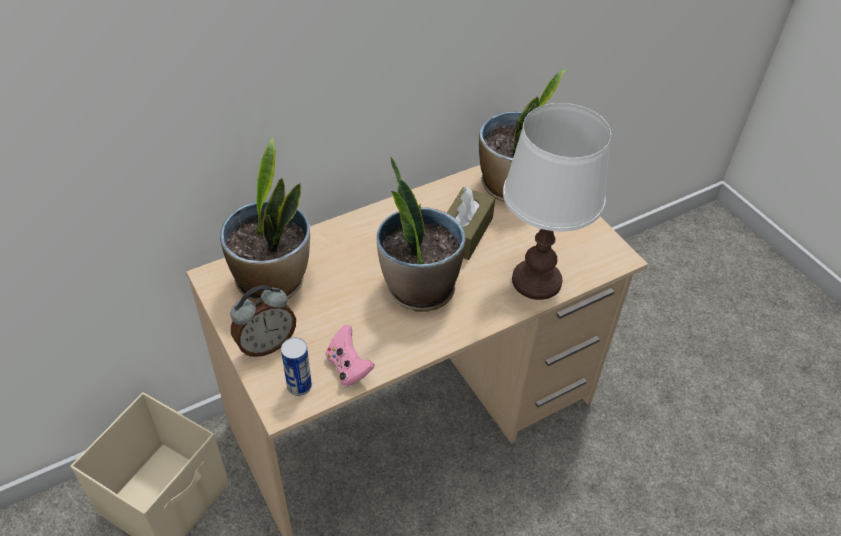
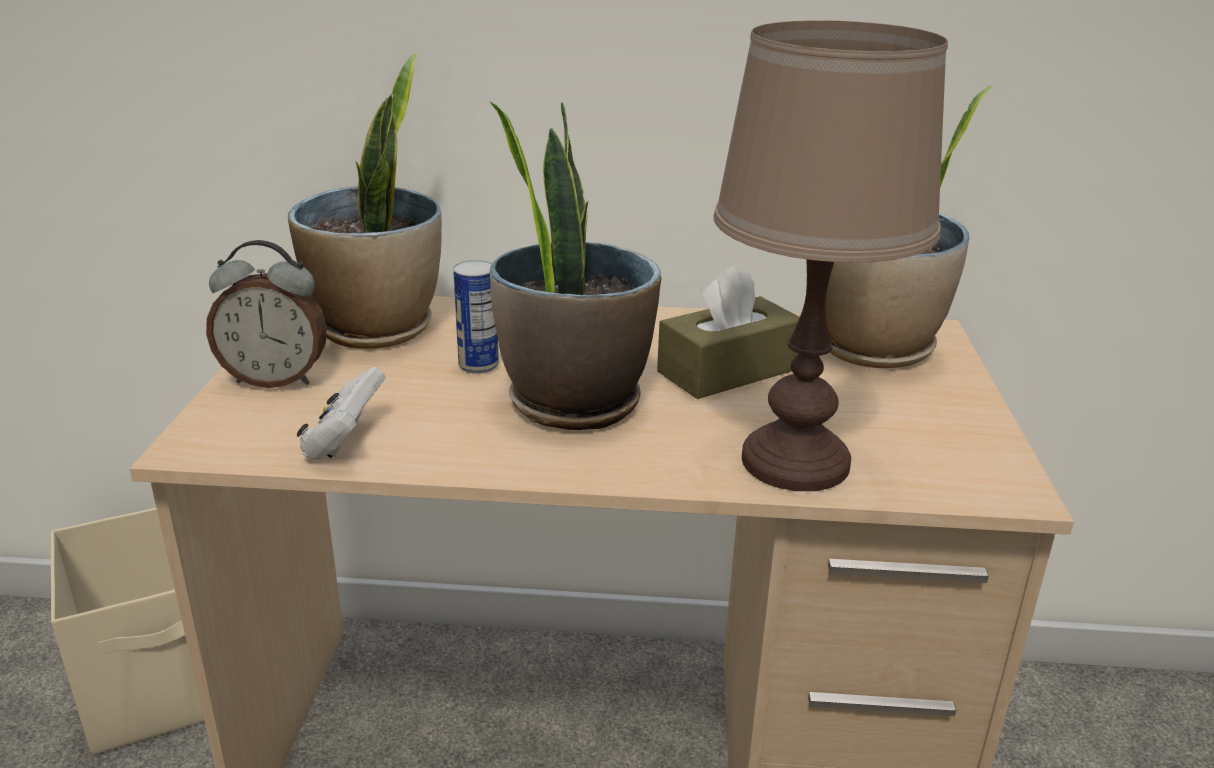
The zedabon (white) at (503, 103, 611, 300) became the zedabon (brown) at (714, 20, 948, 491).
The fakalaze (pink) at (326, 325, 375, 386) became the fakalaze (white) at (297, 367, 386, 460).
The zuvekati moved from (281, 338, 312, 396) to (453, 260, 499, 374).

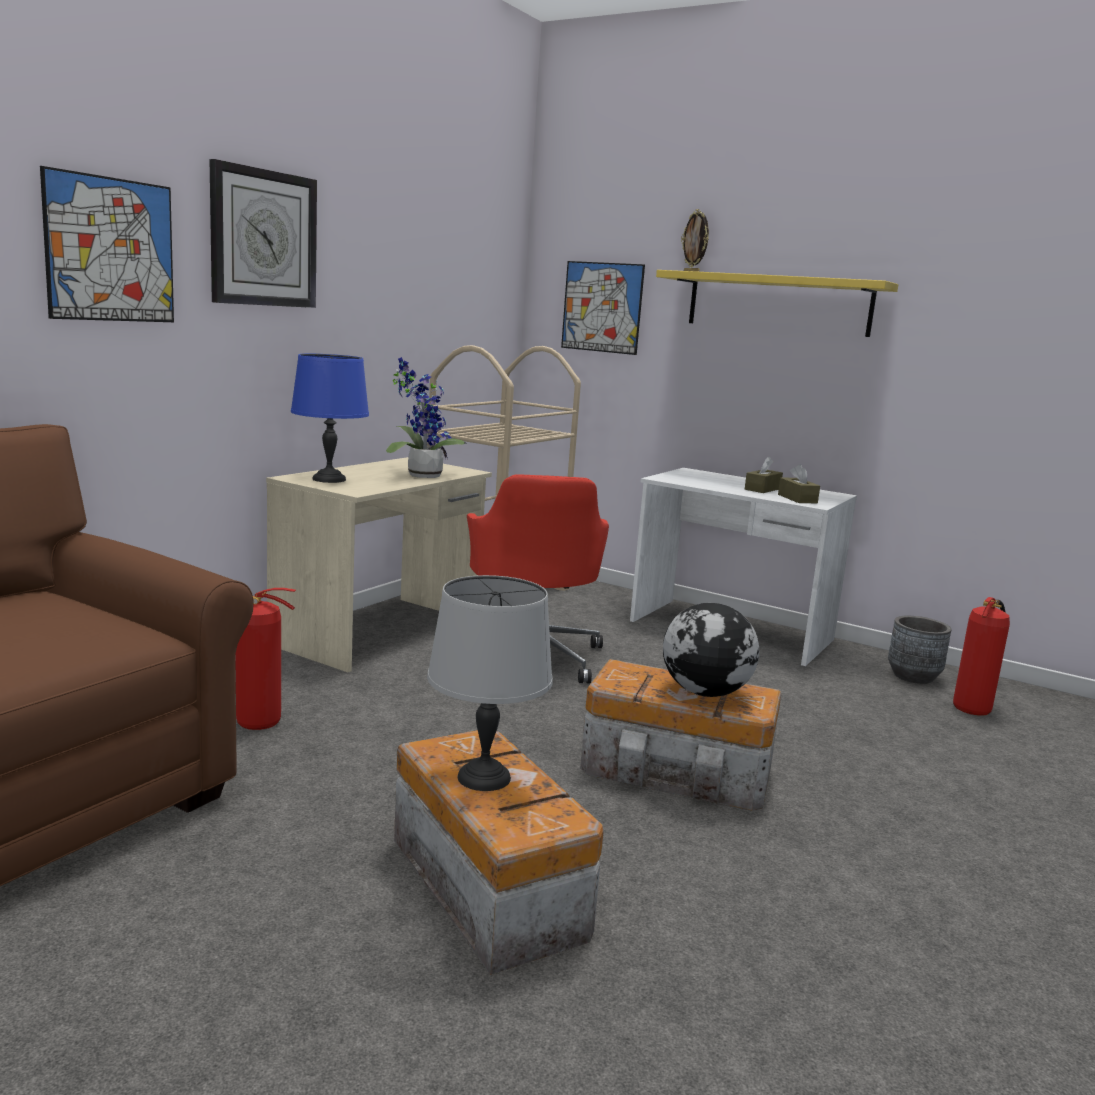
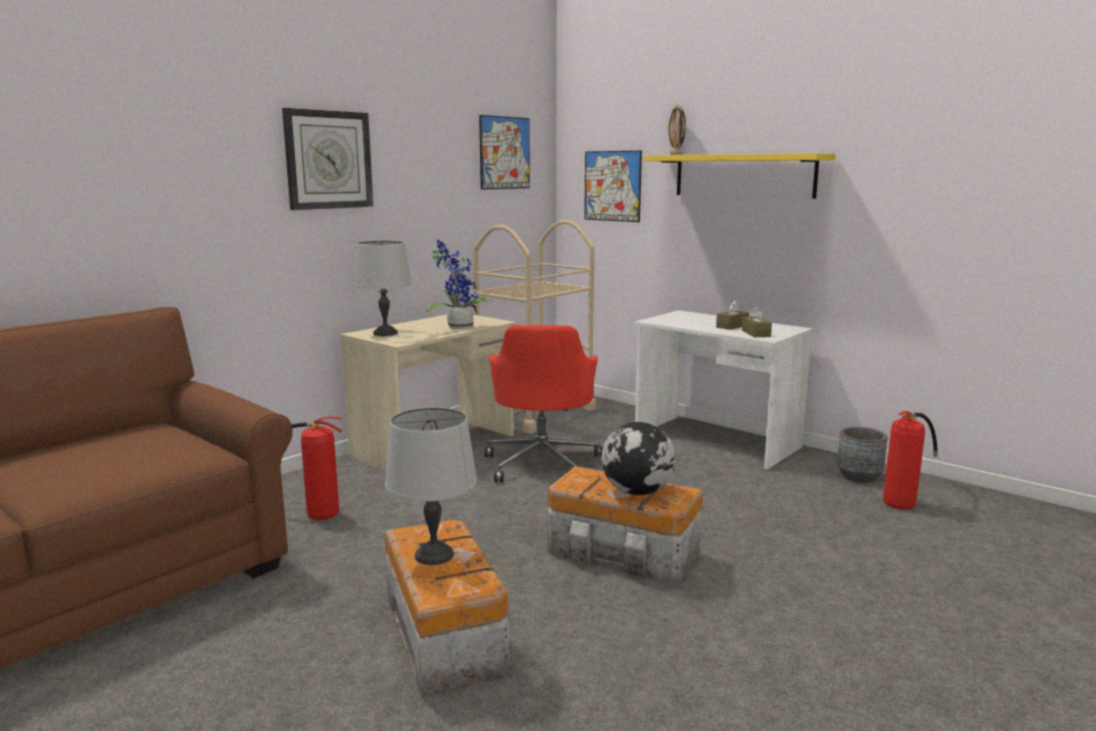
The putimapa moved from (40, 166, 174, 322) to (479, 115, 530, 190).
The zedabon (blue) at (291, 354, 369, 483) became the zedabon (grey) at (354, 240, 412, 336).

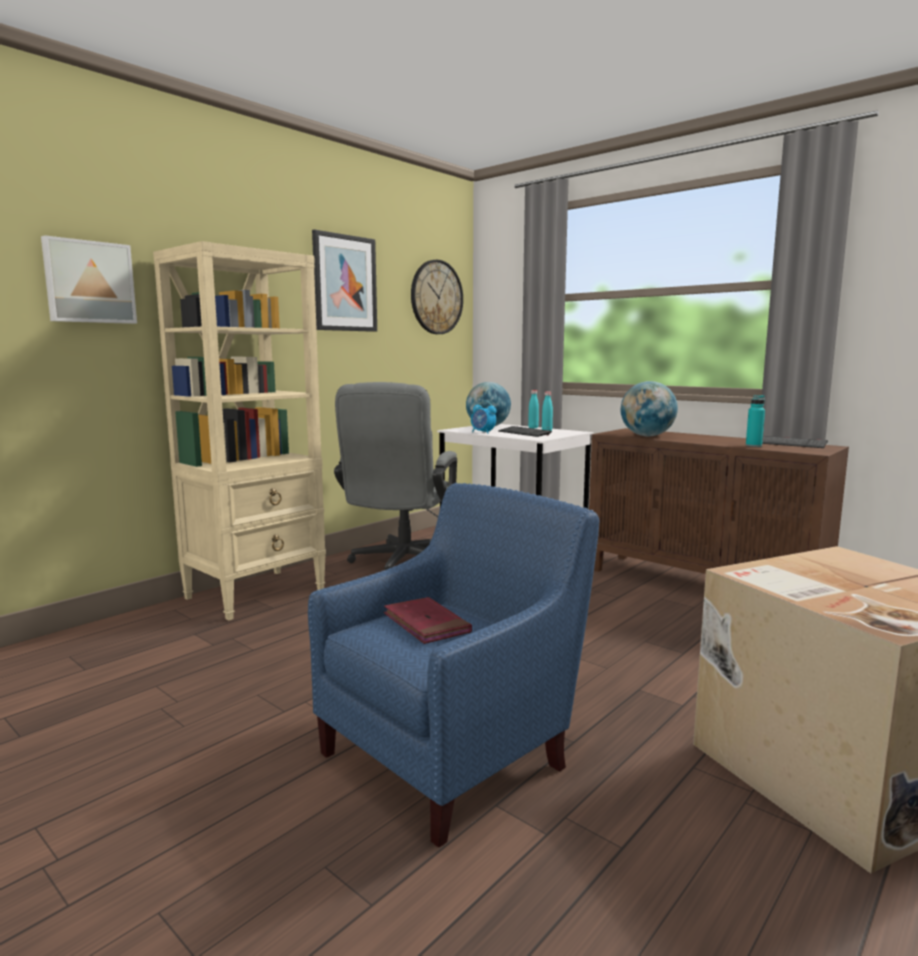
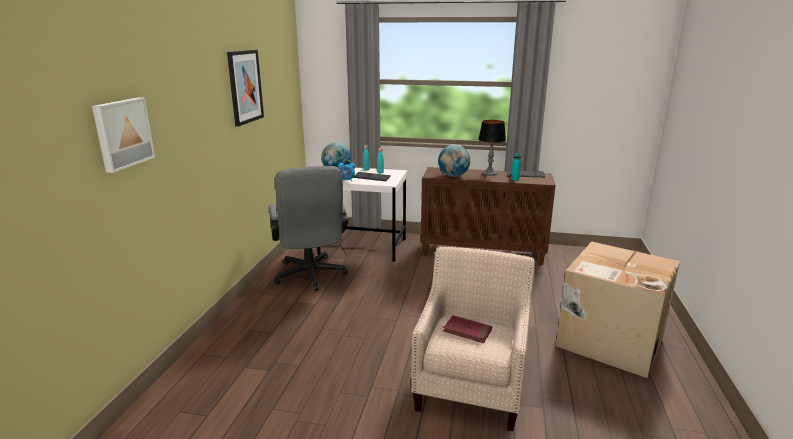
The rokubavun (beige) at (153, 241, 326, 621) disappeared.
The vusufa at (411, 260, 463, 334) disappeared.
The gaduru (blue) at (308, 483, 599, 848) became the gaduru (beige) at (411, 246, 535, 431).
The zedabon at (478, 120, 506, 176) appeared.

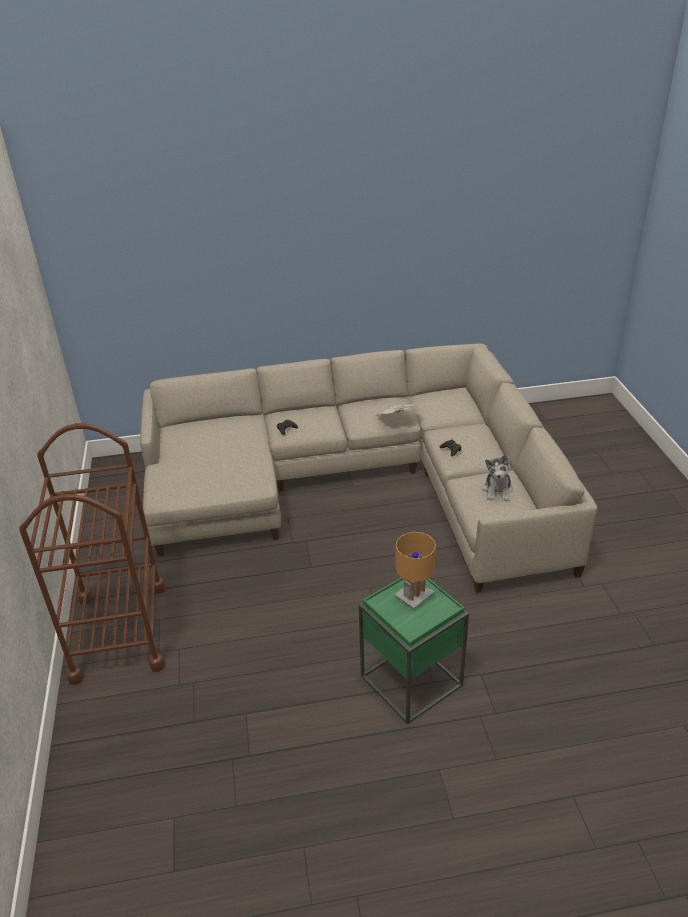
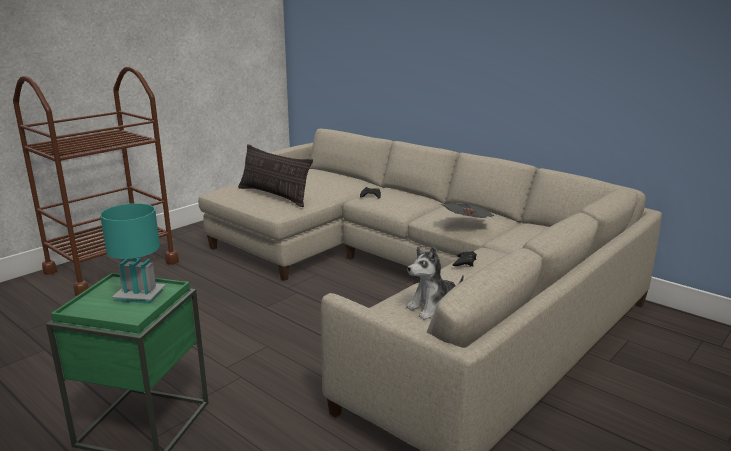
The zedabon (brown) at (394, 532, 436, 609) became the zedabon (turquoise) at (100, 203, 166, 304).
The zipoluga at (238, 144, 313, 207) appeared.

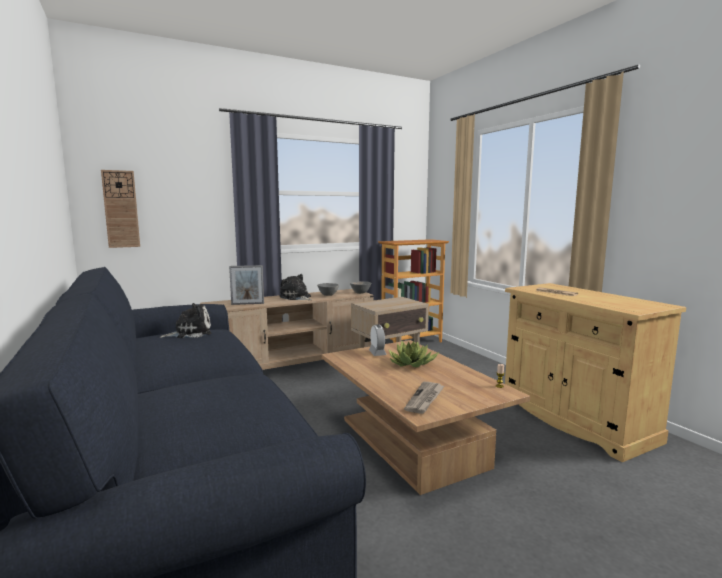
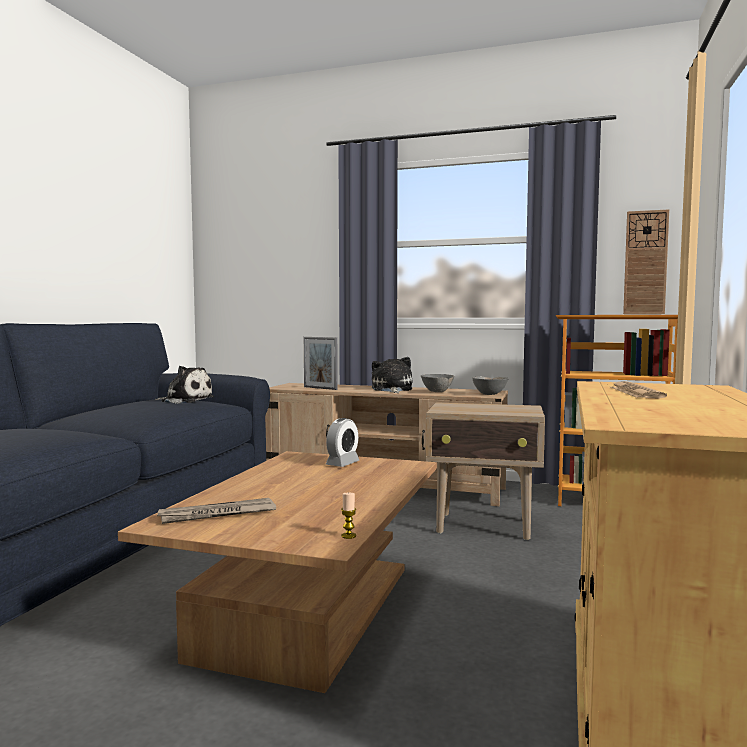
The vusufa moved from (101, 170, 140, 248) to (623, 209, 669, 314).
The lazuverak at (389, 341, 439, 367) disappeared.

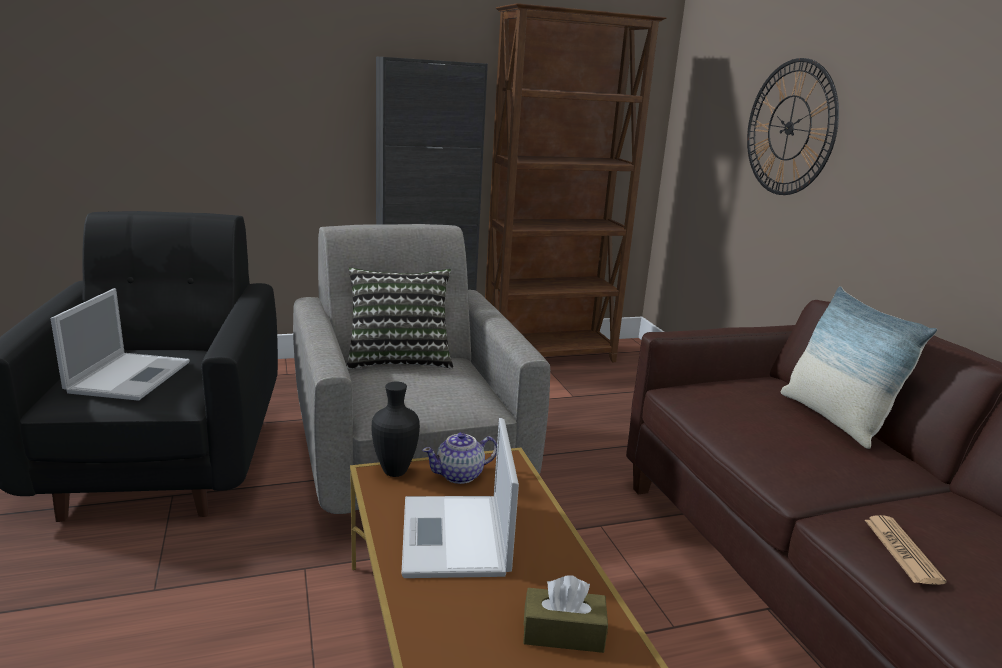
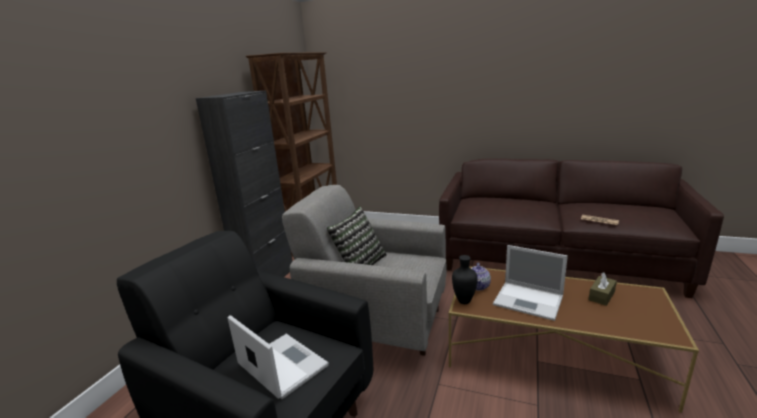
The vusufa at (747, 58, 839, 195) disappeared.
The zipoluga at (781, 286, 937, 449) disappeared.

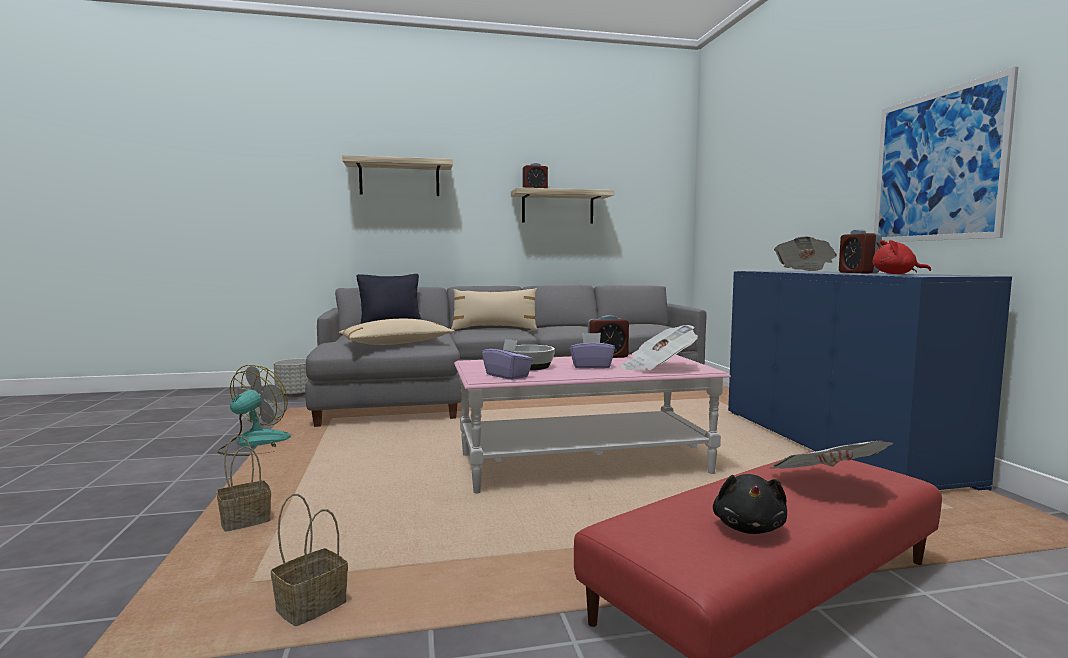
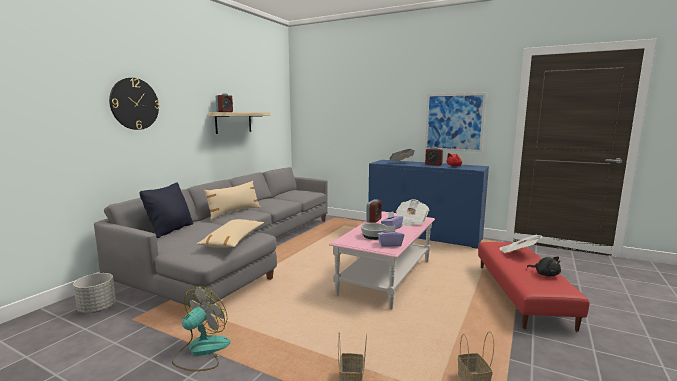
The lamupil at (342, 155, 453, 196) was replaced by the vusufa at (109, 78, 160, 130).
The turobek at (217, 365, 291, 456) turned 60 degrees clockwise.

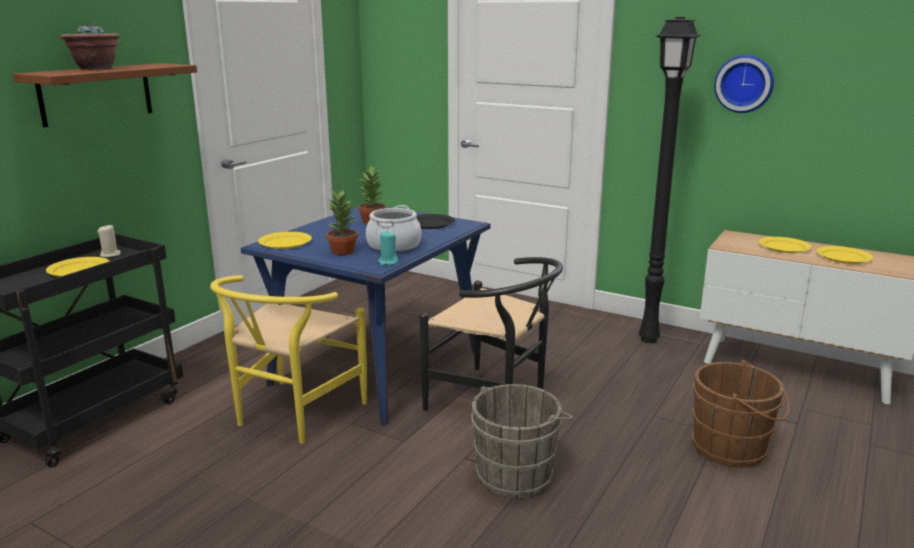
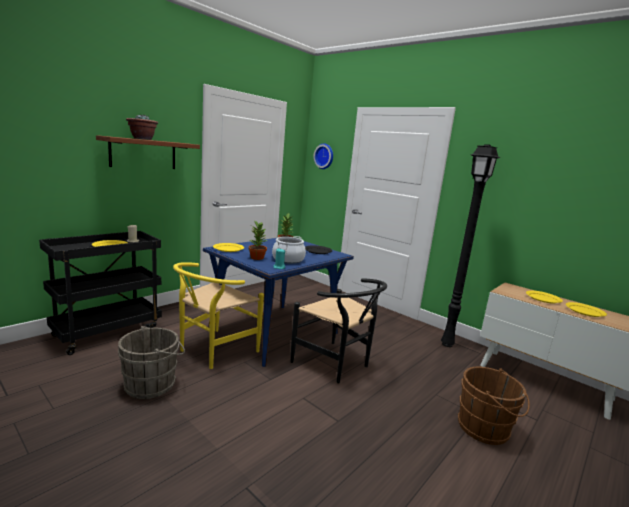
The vusufa moved from (714, 55, 774, 113) to (313, 143, 333, 169).
The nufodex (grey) moved from (471, 384, 573, 498) to (118, 326, 185, 399).

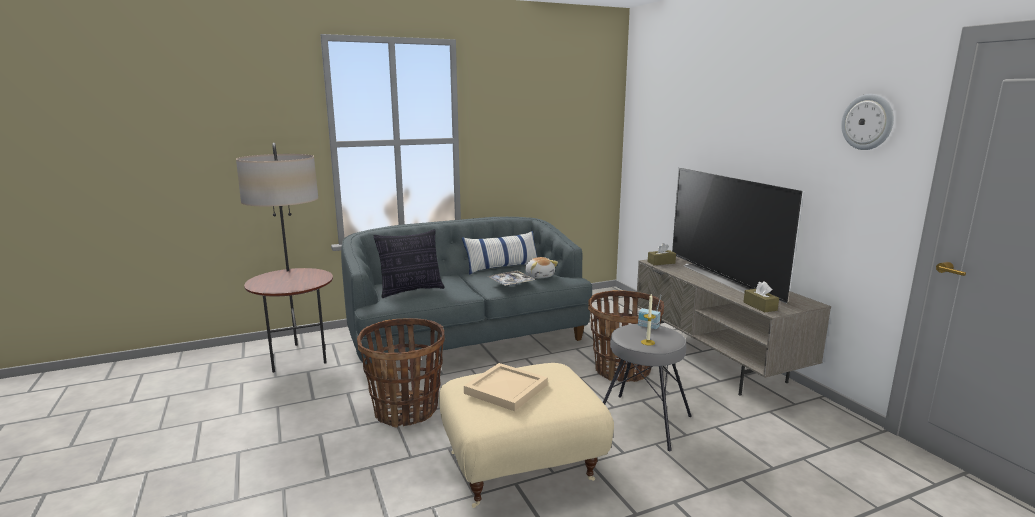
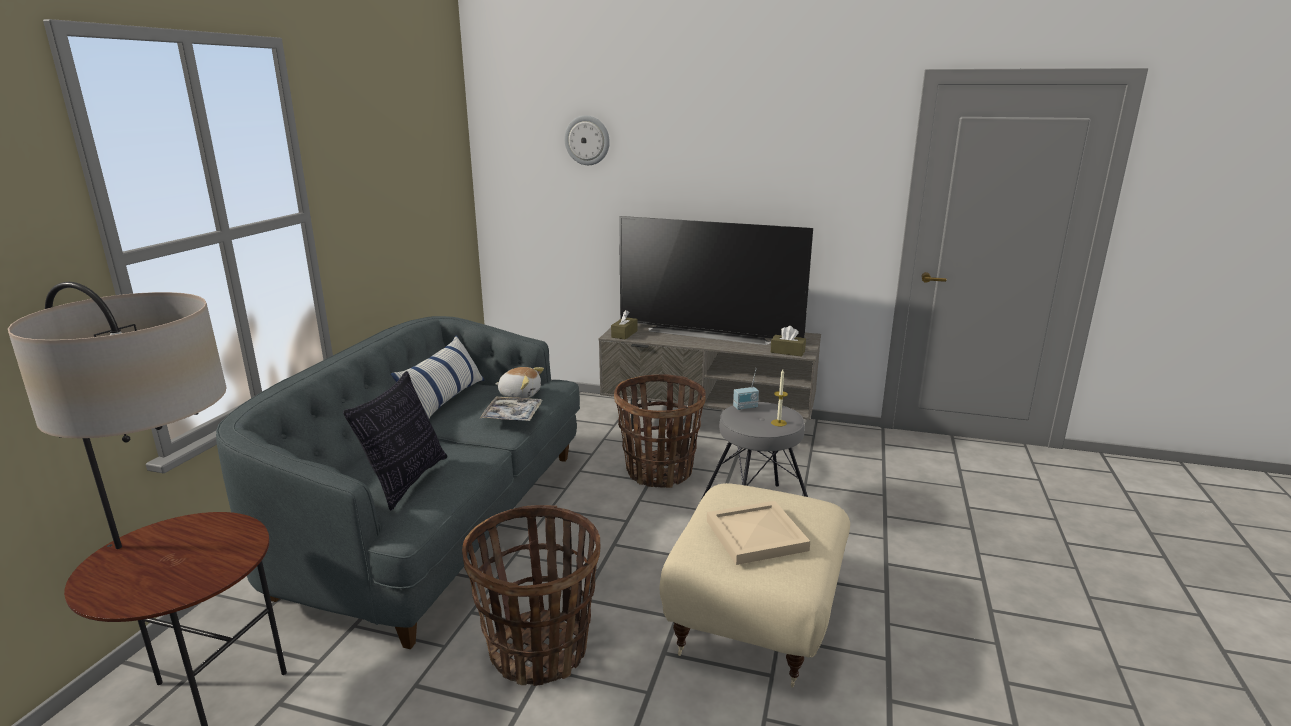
The vusufa moved from (841, 94, 894, 150) to (564, 115, 610, 165).

